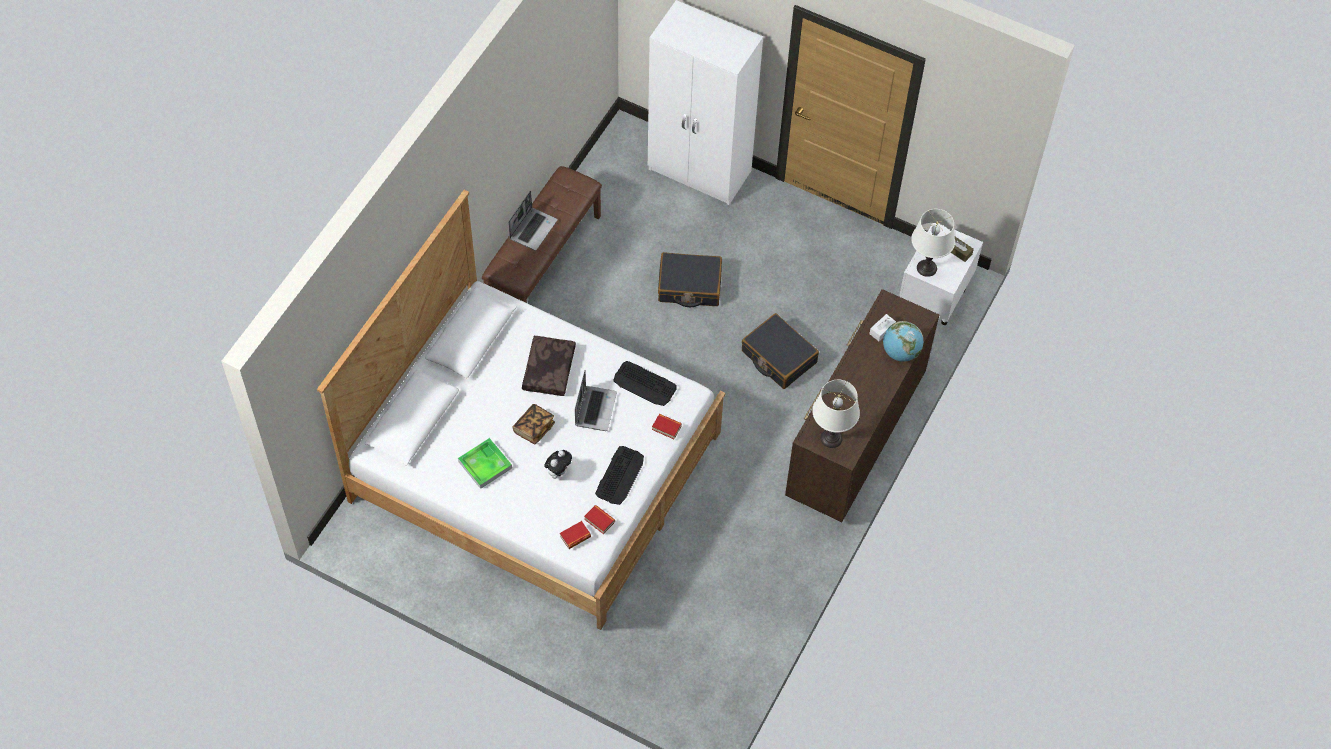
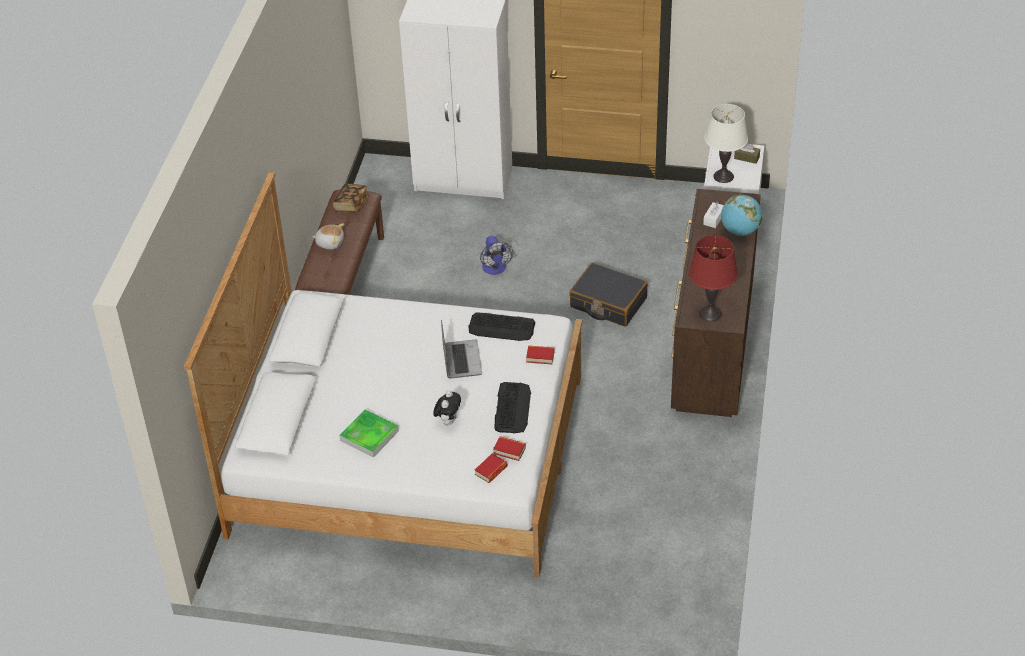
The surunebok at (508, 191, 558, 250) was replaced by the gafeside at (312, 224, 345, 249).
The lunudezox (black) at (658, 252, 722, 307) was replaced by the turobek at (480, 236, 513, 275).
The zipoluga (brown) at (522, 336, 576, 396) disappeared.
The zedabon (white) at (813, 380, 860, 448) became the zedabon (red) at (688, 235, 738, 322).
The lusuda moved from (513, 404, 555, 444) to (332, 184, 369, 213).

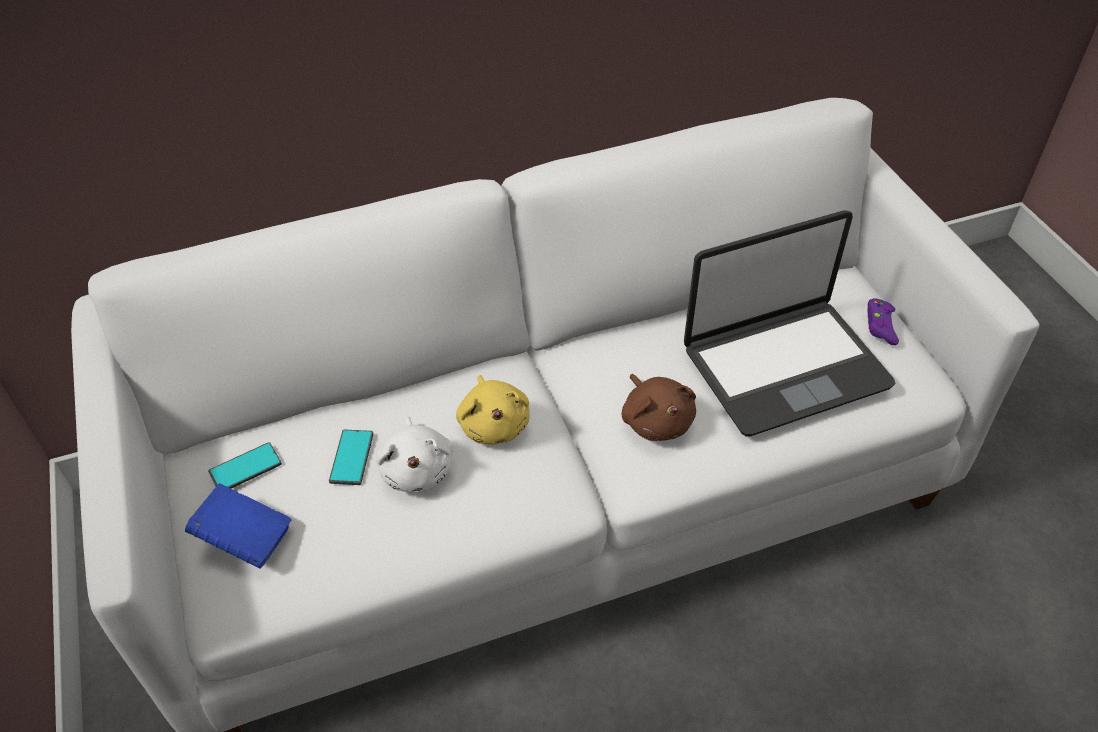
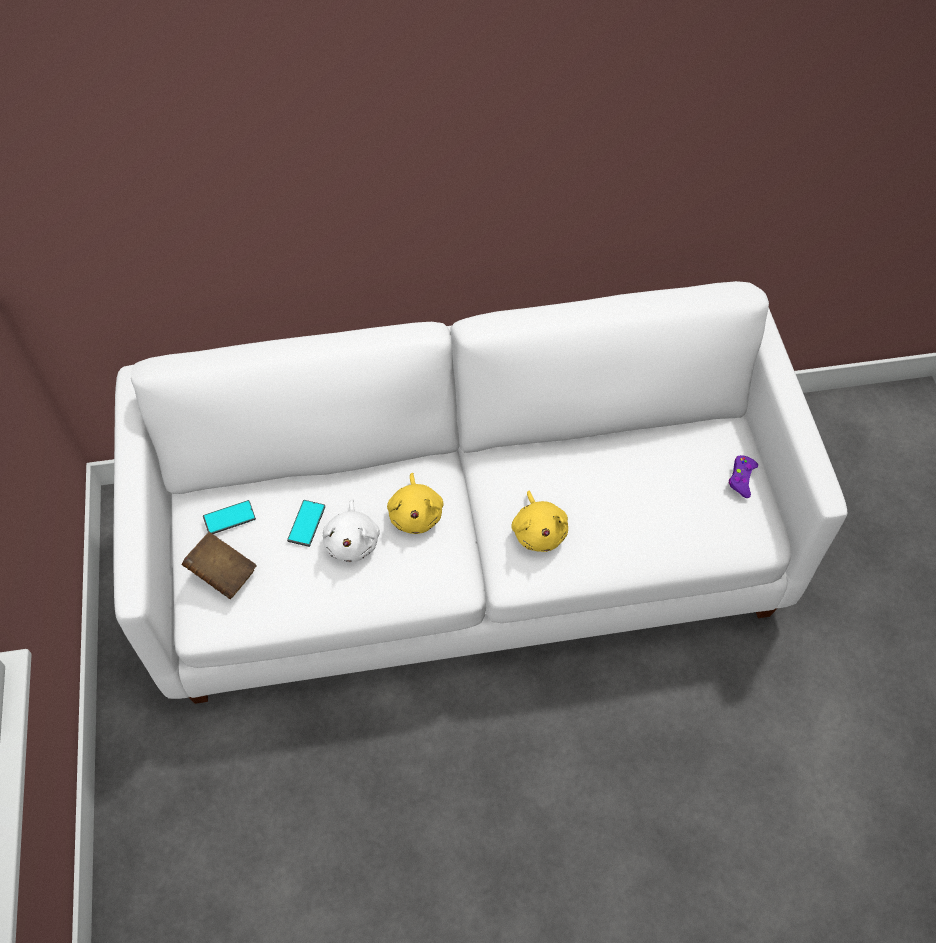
The surunebok at (684, 210, 895, 436) disappeared.
The gafeside (brown) at (622, 374, 696, 441) became the gafeside (yellow) at (512, 491, 568, 552).
The lusuda (blue) at (185, 483, 292, 569) became the lusuda (brown) at (182, 532, 257, 599).

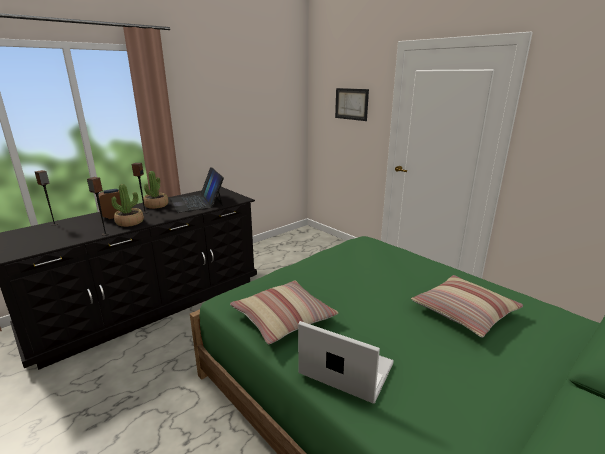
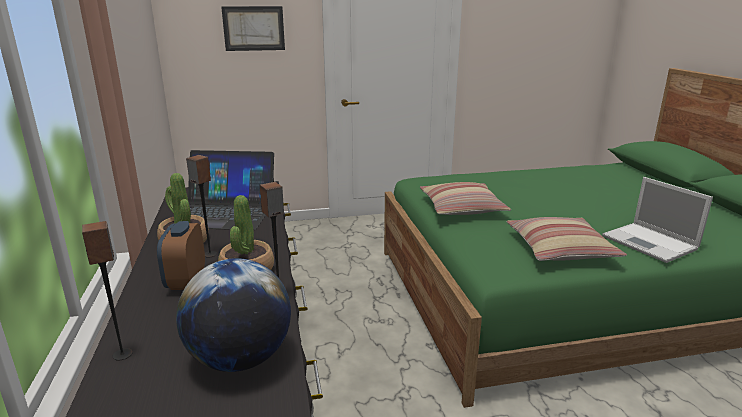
The zipoluga moved from (411, 275, 523, 338) to (420, 182, 511, 215).
The surunebok at (298, 321, 394, 404) turned 90 degrees counterclockwise.
The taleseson at (176, 258, 291, 372) appeared.

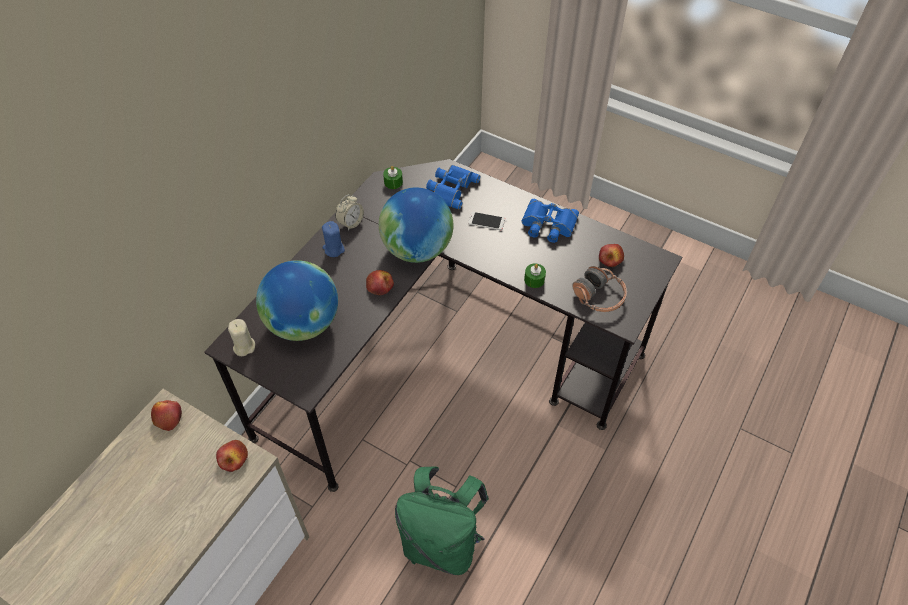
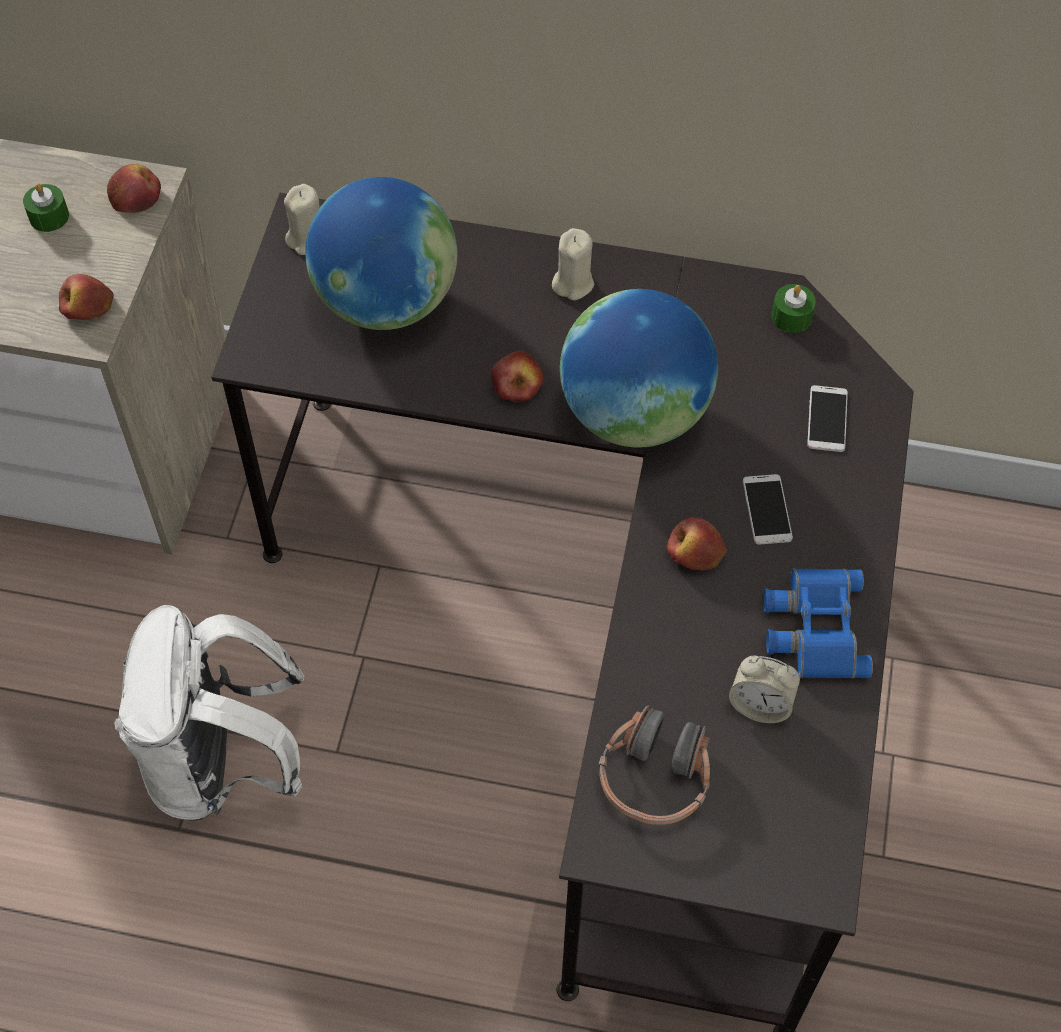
The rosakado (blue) at (426, 165, 480, 210) was replaced by the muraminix at (807, 385, 848, 452).
The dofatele moved from (335, 194, 364, 231) to (729, 656, 800, 723).
The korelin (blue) at (322, 221, 345, 257) became the korelin (beige) at (552, 228, 594, 300).
The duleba moved from (599, 244, 624, 267) to (666, 517, 727, 571).
The korelin (green) moved from (524, 263, 546, 288) to (23, 183, 69, 232).
The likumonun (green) at (395, 466, 489, 575) became the likumonun (white) at (114, 605, 304, 821).

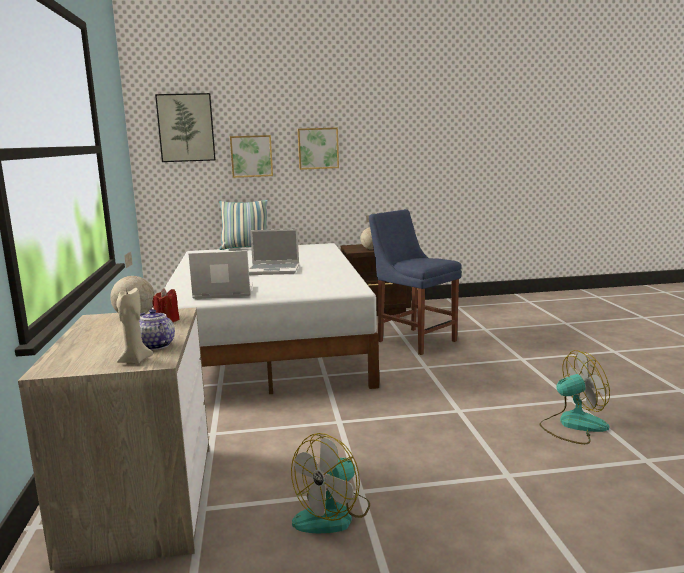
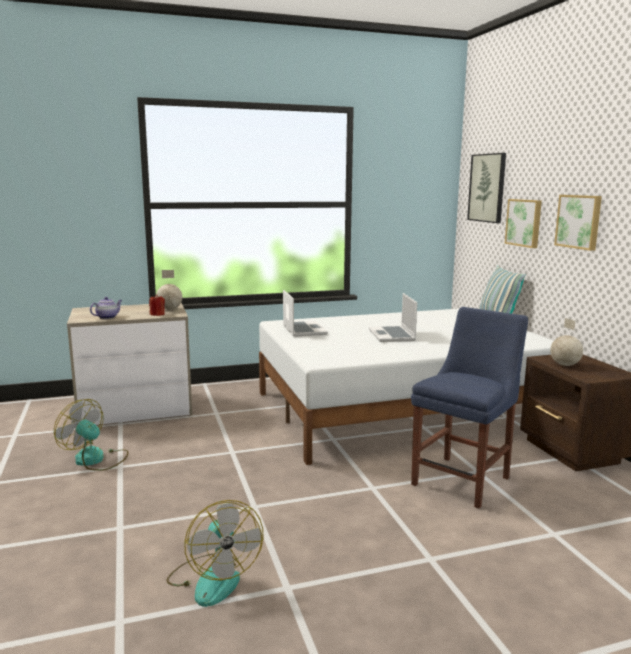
The korelin (beige) at (116, 288, 153, 364) disappeared.

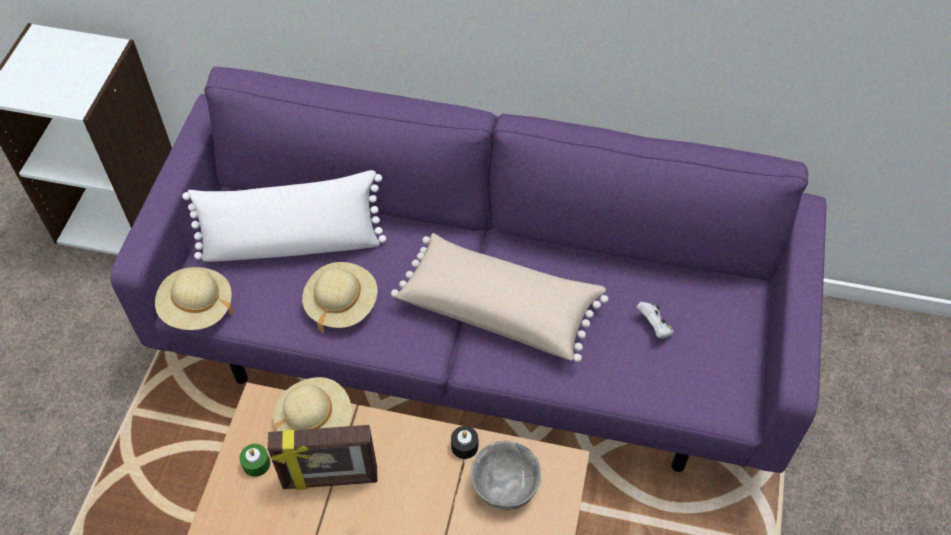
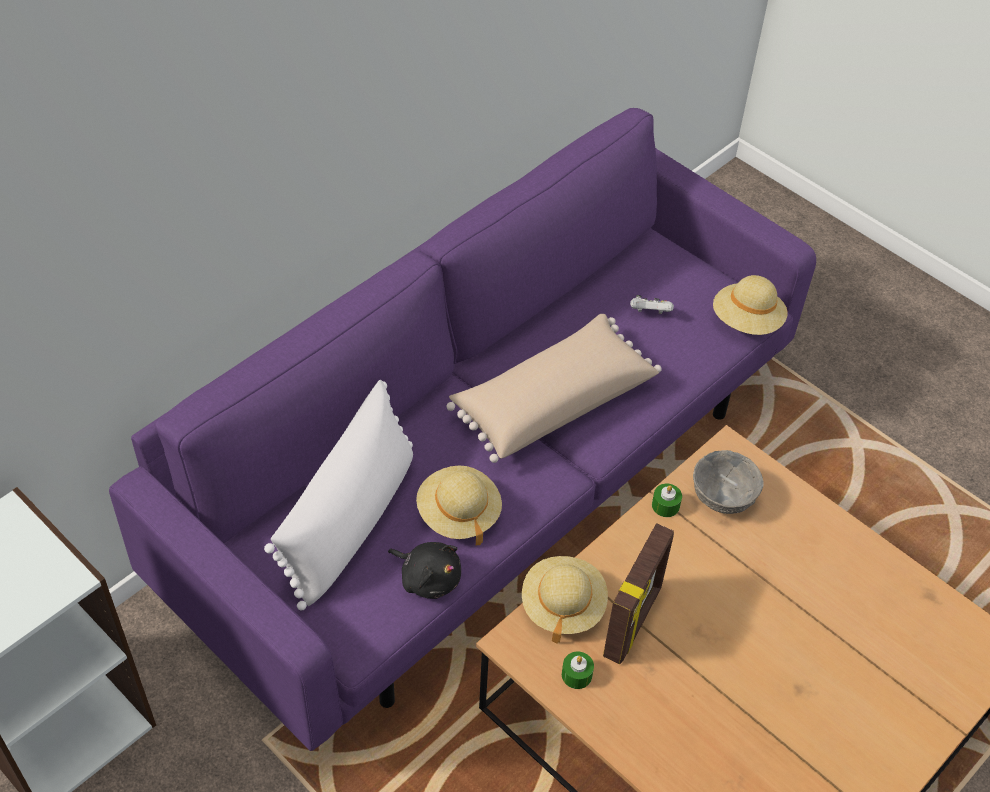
The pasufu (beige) moved from (155, 267, 234, 330) to (713, 275, 788, 335).
The korelin (black) at (451, 426, 478, 459) became the korelin (green) at (652, 484, 682, 517).
The gafeside (black) at (388, 542, 461, 599) appeared.

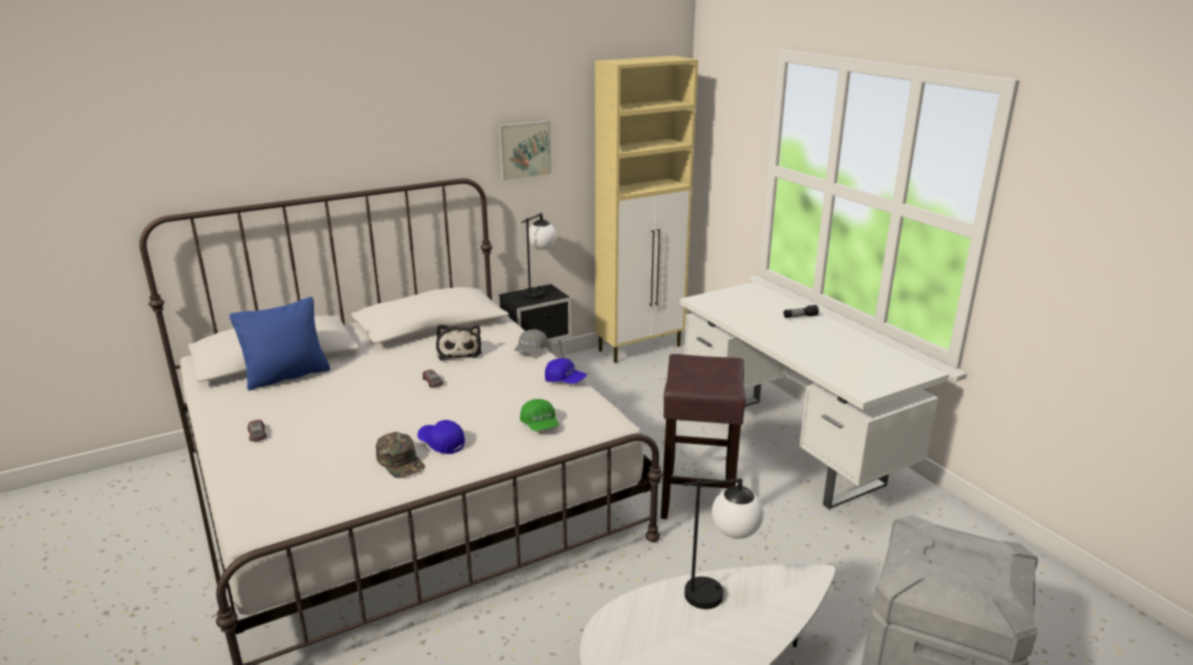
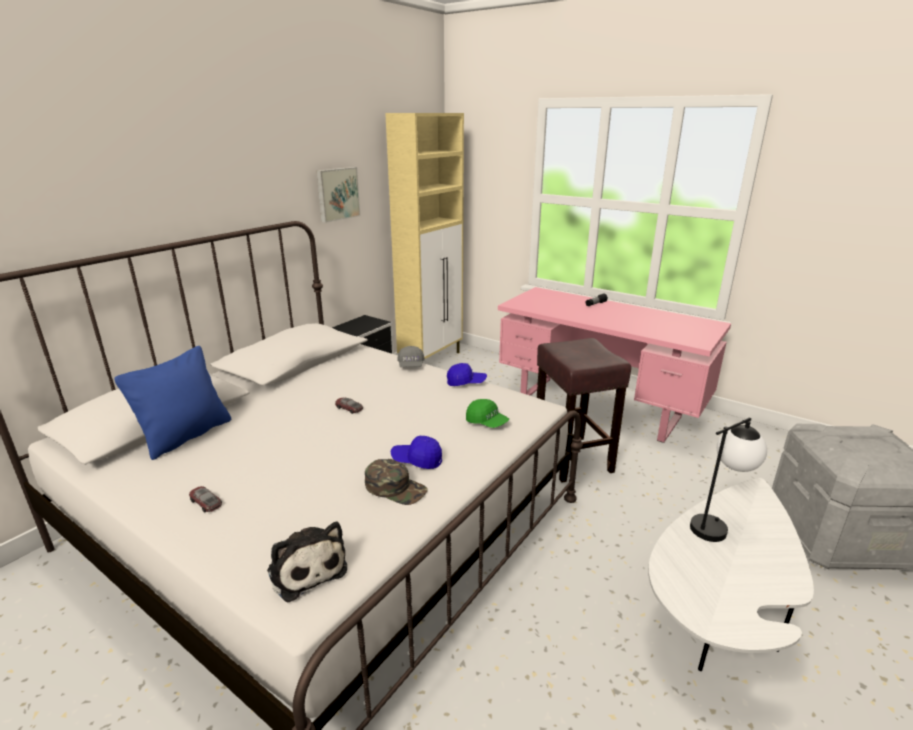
The zedabon at (521, 213, 556, 300) disappeared.
The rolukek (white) at (680, 282, 949, 510) became the rolukek (pink) at (498, 287, 731, 443).
The gafeside moved from (436, 324, 482, 361) to (267, 522, 347, 602).

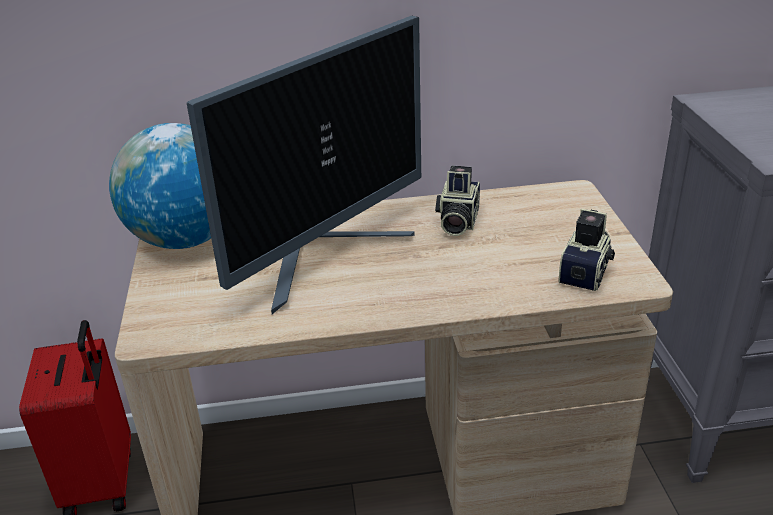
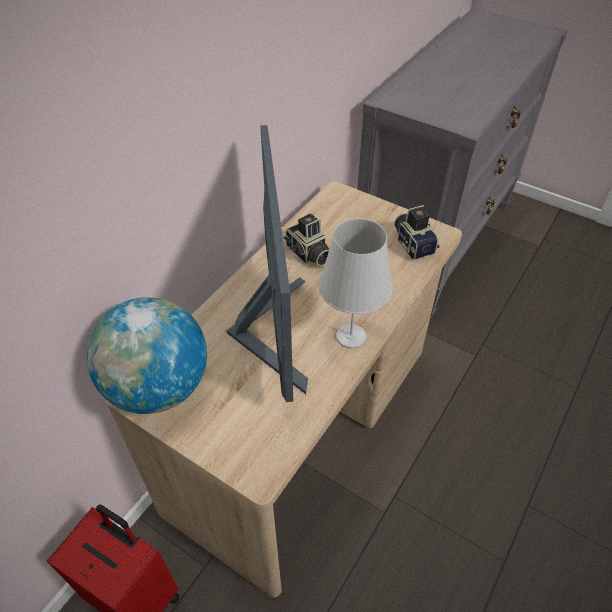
The zedabon (white) at (319, 218, 393, 349) appeared.

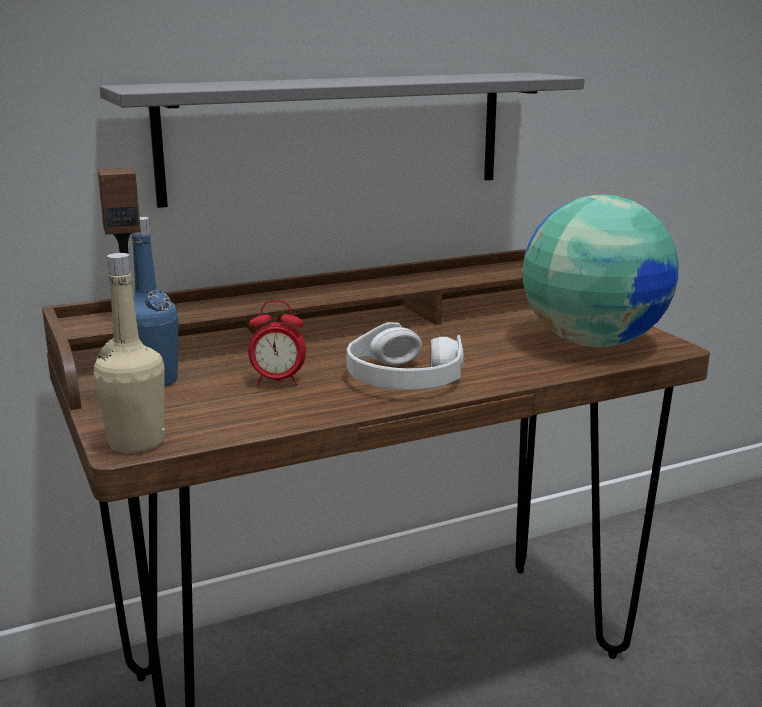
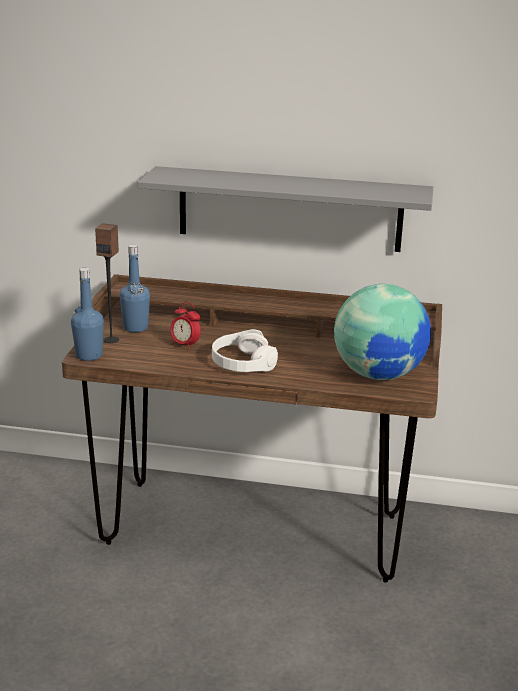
The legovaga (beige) at (94, 253, 165, 453) became the legovaga (blue) at (71, 268, 104, 361).

